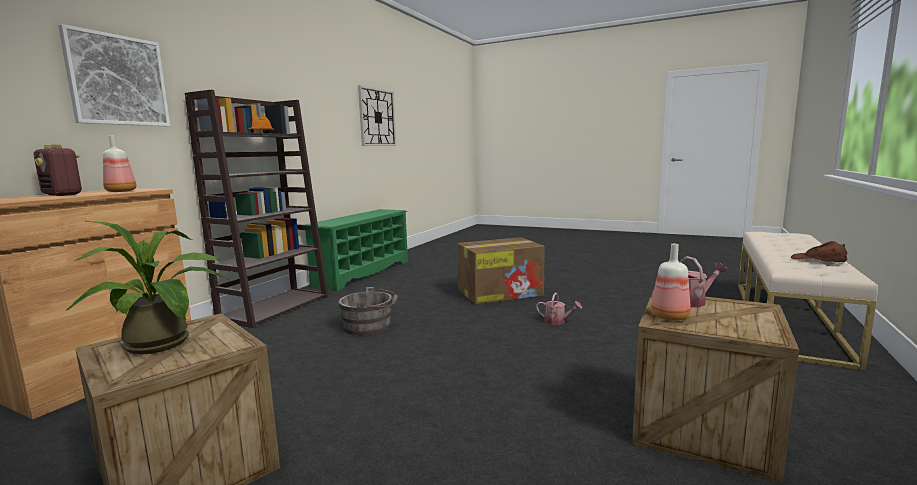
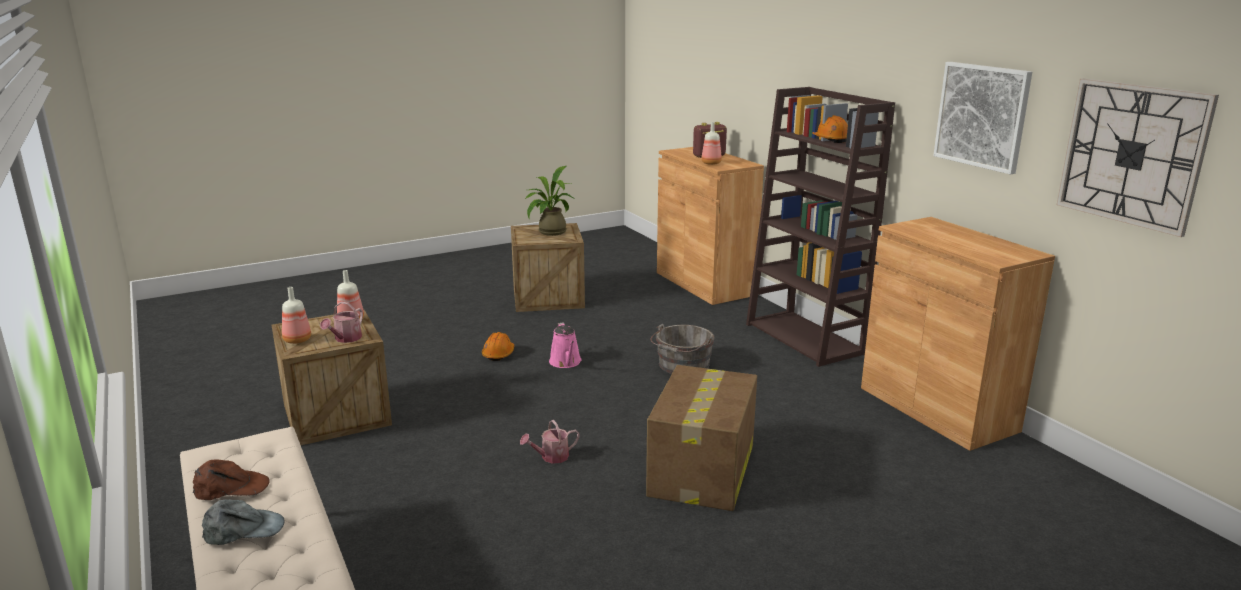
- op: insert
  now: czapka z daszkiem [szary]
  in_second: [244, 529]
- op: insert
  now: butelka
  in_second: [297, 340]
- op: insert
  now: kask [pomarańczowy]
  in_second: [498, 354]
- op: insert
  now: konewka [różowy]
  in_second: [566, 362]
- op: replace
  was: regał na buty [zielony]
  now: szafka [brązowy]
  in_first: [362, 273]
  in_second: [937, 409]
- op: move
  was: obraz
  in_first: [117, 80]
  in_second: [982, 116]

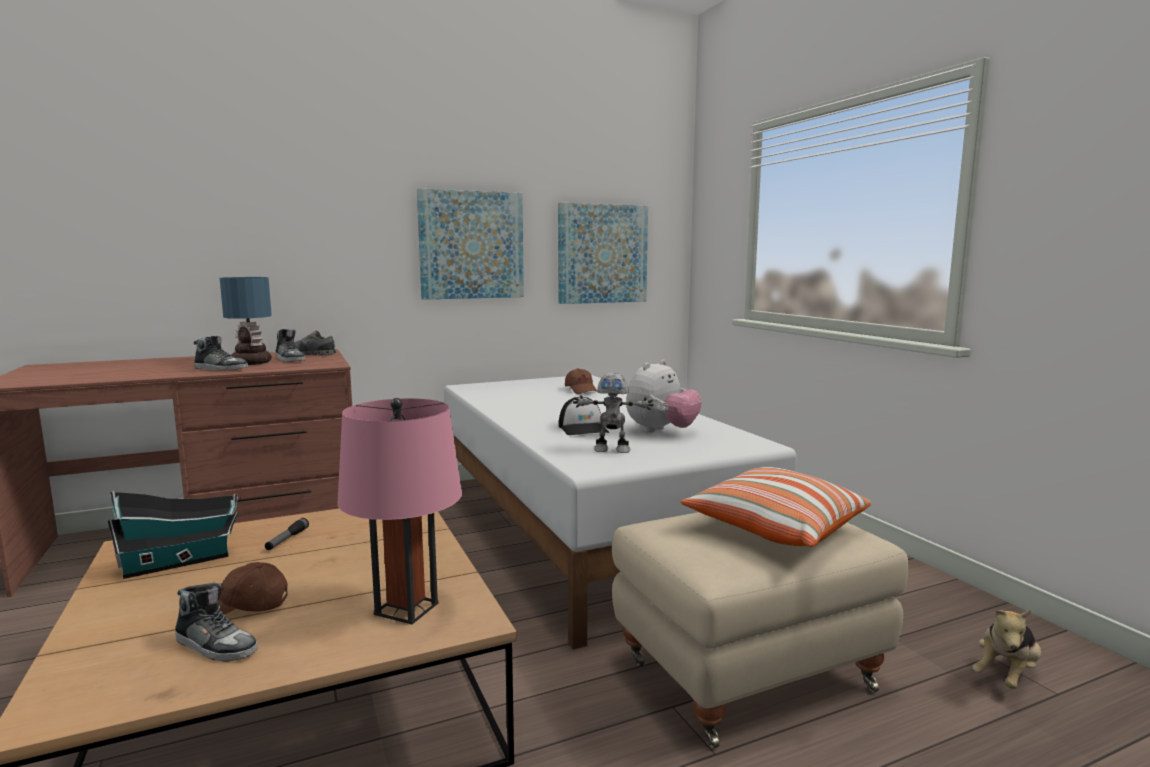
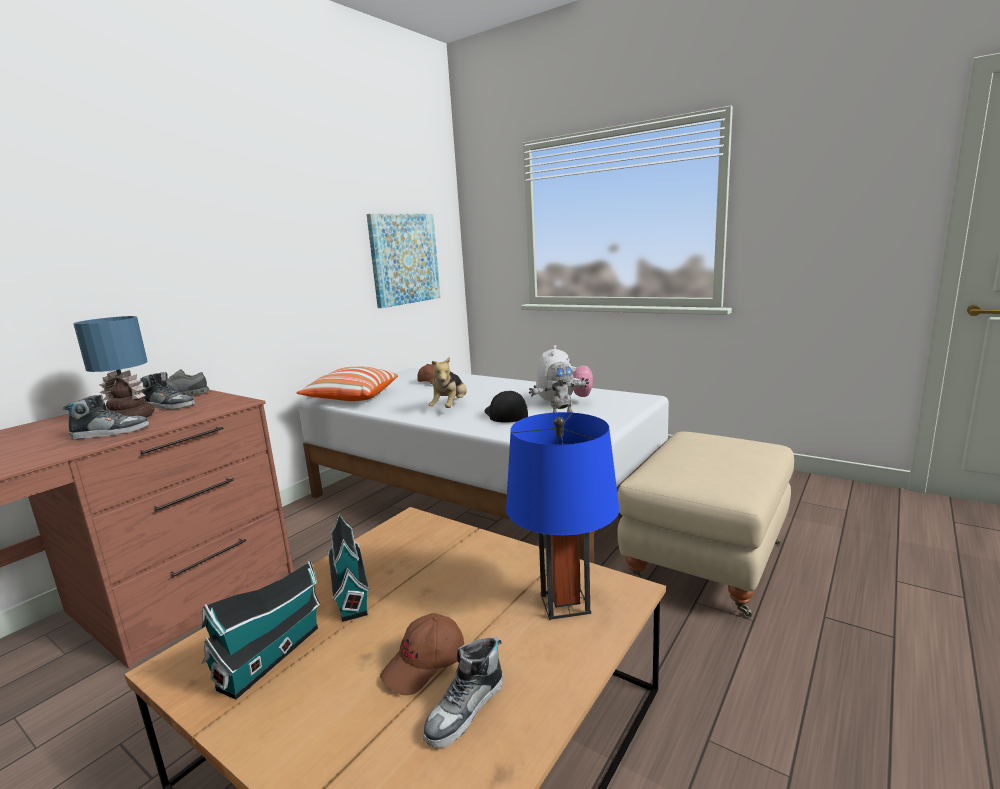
- op: move
  was: poduszka
  in_first: [774, 529]
  in_second: [351, 398]
- op: replace
  was: latarka
  now: domek
  in_first: [287, 540]
  in_second: [350, 590]
- op: rotate
  was: but
  in_first: [216, 645]
  in_second: [466, 709]
  clockwise: 135
- op: move
  was: pluszak
  in_first: [1006, 675]
  in_second: [450, 407]
- op: rotate
  was: czapka z daszkiem
  in_first: [583, 428]
  in_second: [505, 414]
  clockwise: -150
- op: recolor
  was: lampa stołowa [różowy]
  now: lampa stołowa [niebieski]
  in_first: [407, 608]
  in_second: [565, 603]
- op: delete
  was: obraz
  in_first: [471, 245]

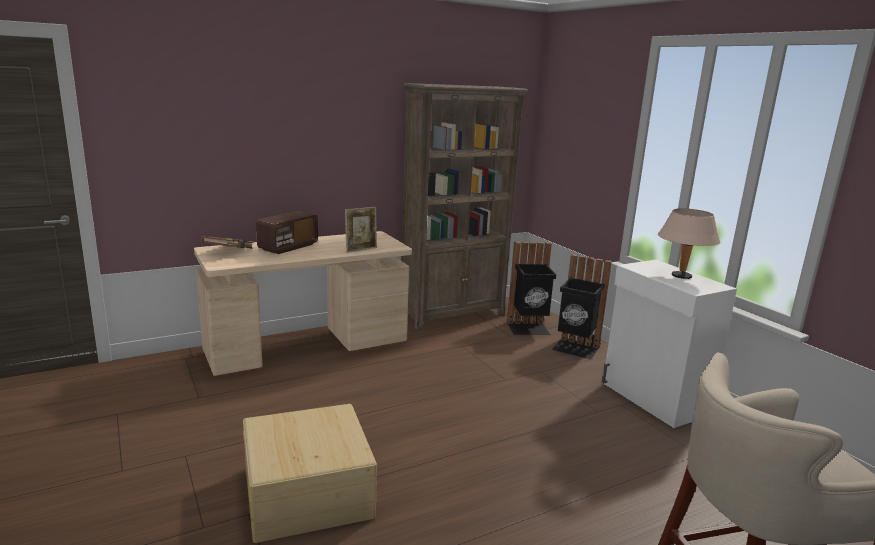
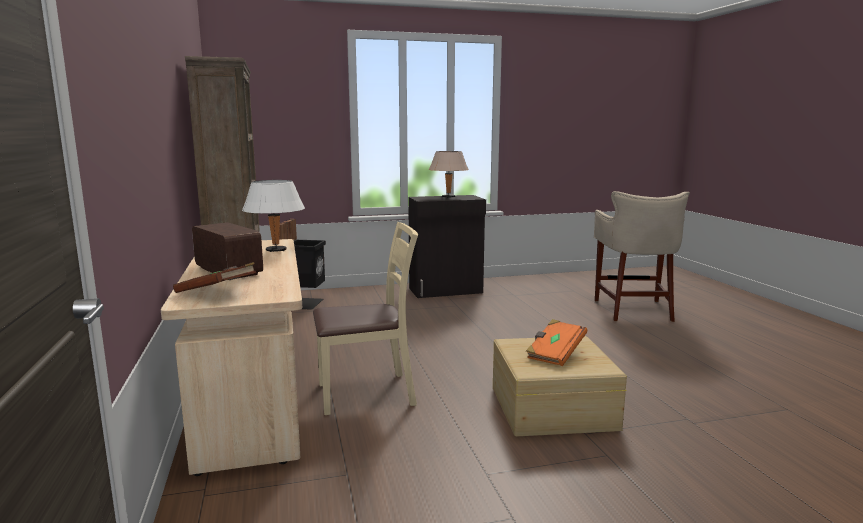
- op: replace
  was: ramka na zdjęcie
  now: lampa stołowa [biały]
  in_first: [361, 249]
  in_second: [276, 250]
- op: insert
  now: krzesło [beżowy]
  in_second: [367, 393]
- op: recolor
  was: szafka [biały]
  now: szafka [czarny]
  in_first: [653, 399]
  in_second: [446, 291]
- op: insert
  now: książka [pomarańczowy]
  in_second: [555, 354]
- op: delete
  was: kosz na śmieci [czarny]
  in_first: [575, 349]

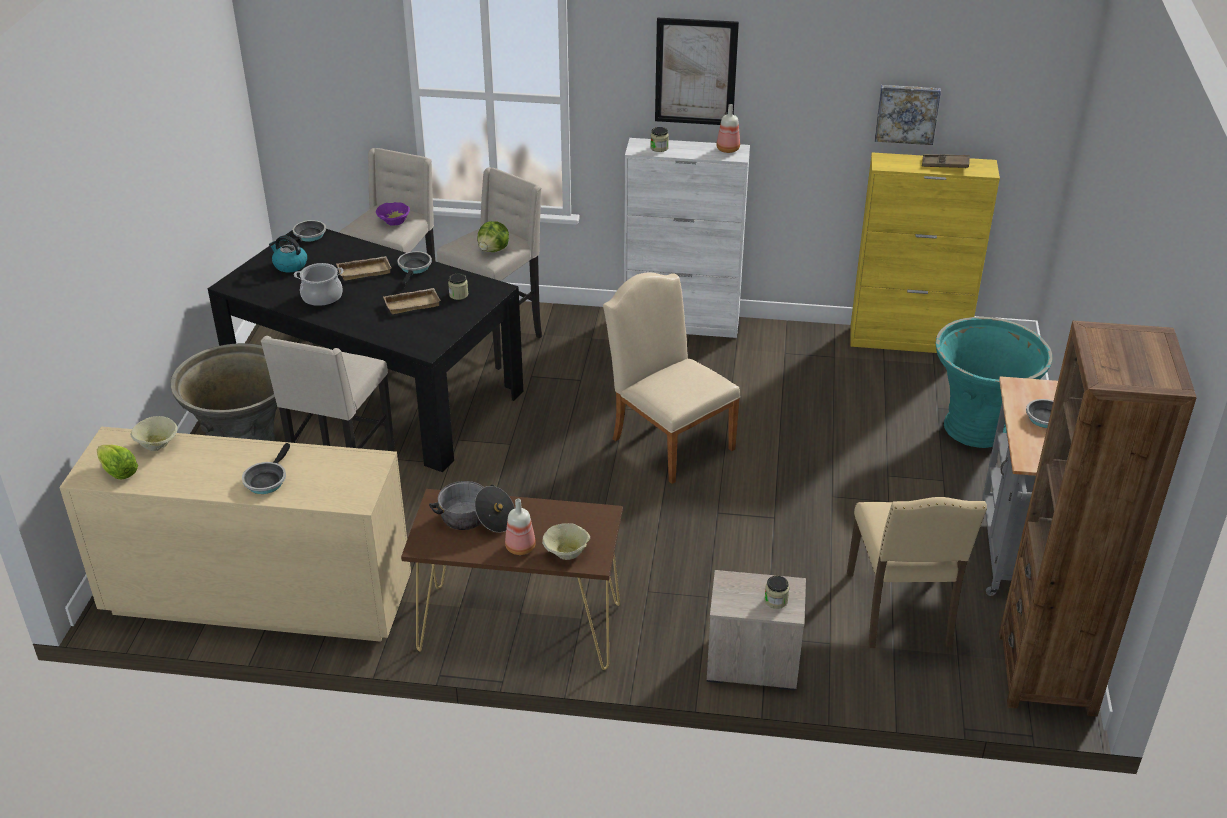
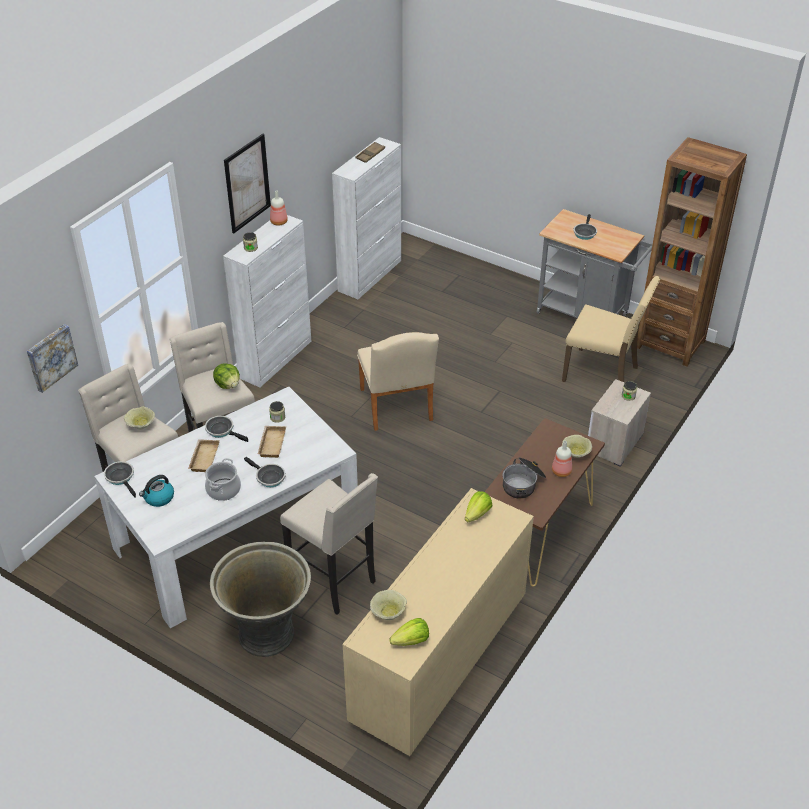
- op: move
  was: obraz
  in_first: [907, 113]
  in_second: [50, 357]
- op: recolor
  was: stół jadalny [czarny]
  now: stół jadalny [biały]
  in_first: [377, 392]
  in_second: [237, 537]
- op: recolor
  was: miska [fioletowy]
  now: miska [beżowy]
  in_first: [394, 222]
  in_second: [140, 425]
- op: move
  was: patelnia
  in_first: [266, 480]
  in_second: [268, 477]
- op: recolor
  was: szafka [żółty]
  now: szafka [biały]
  in_first: [908, 341]
  in_second: [370, 275]
- op: rotate
  was: krzesło [beżowy]
  in_first: [668, 439]
  in_second: [397, 408]
  clockwise: -90
- op: insert
  now: sałata
  in_second: [477, 514]
- op: delete
  was: donica [turkusowy]
  in_first: [977, 429]

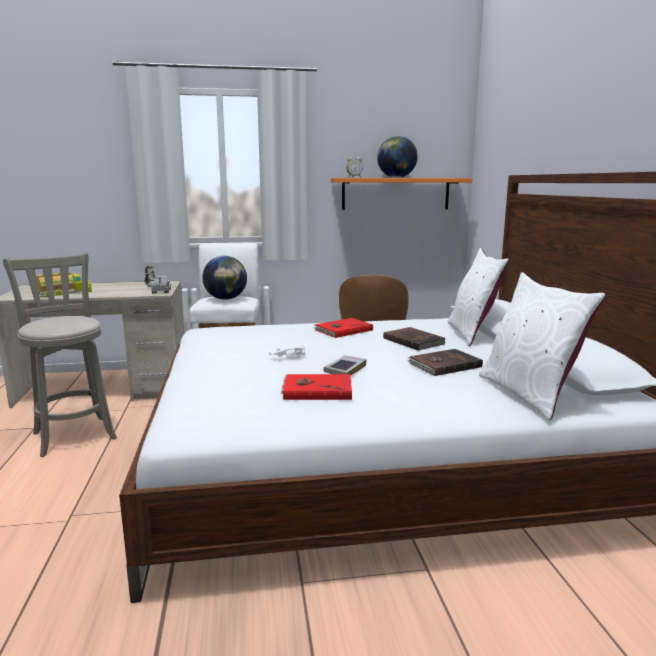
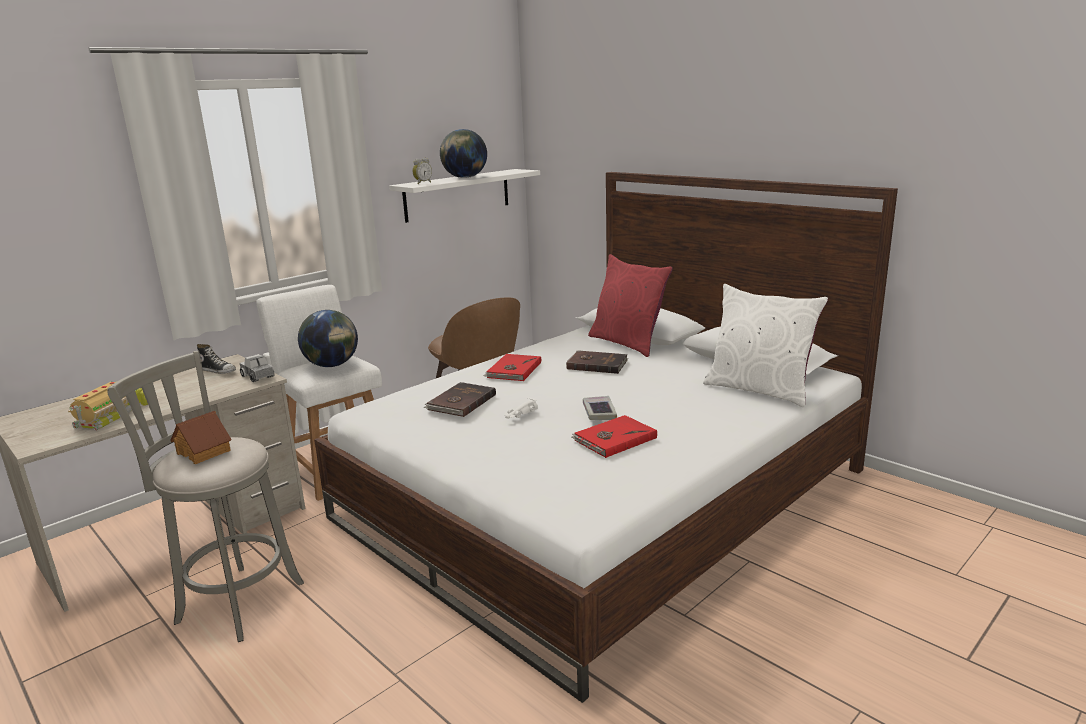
- op: insert
  now: domek
  in_second: [204, 451]
- op: recolor
  was: półka [pomarańczowy]
  now: półka [biały]
  in_first: [396, 194]
  in_second: [457, 195]
- op: move
  was: książka [brązowy]
  in_first: [444, 365]
  in_second: [460, 402]
- op: recolor
  was: poduszka [biały]
  now: poduszka [czerwony]
  in_first: [472, 334]
  in_second: [628, 343]

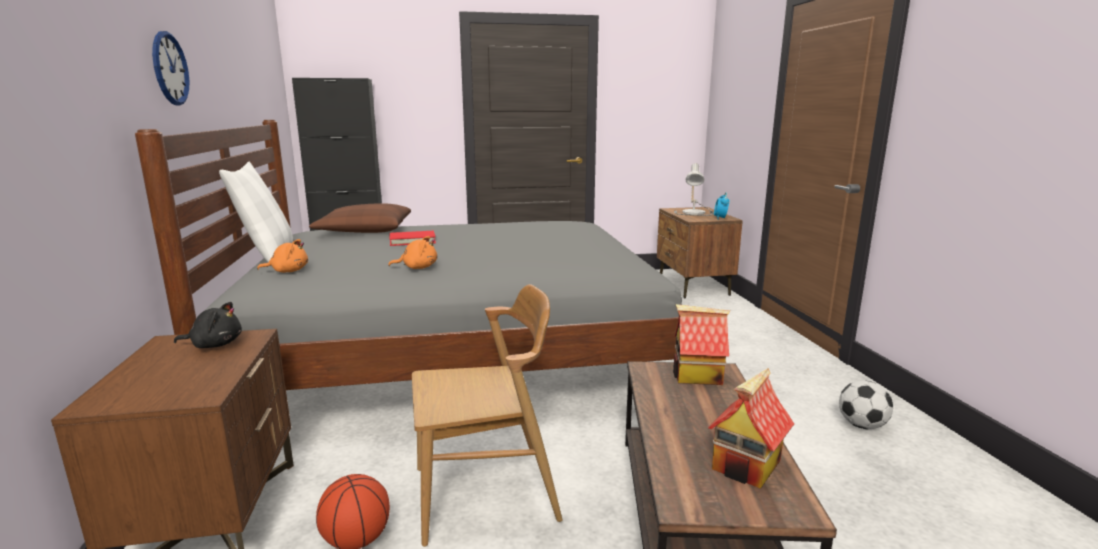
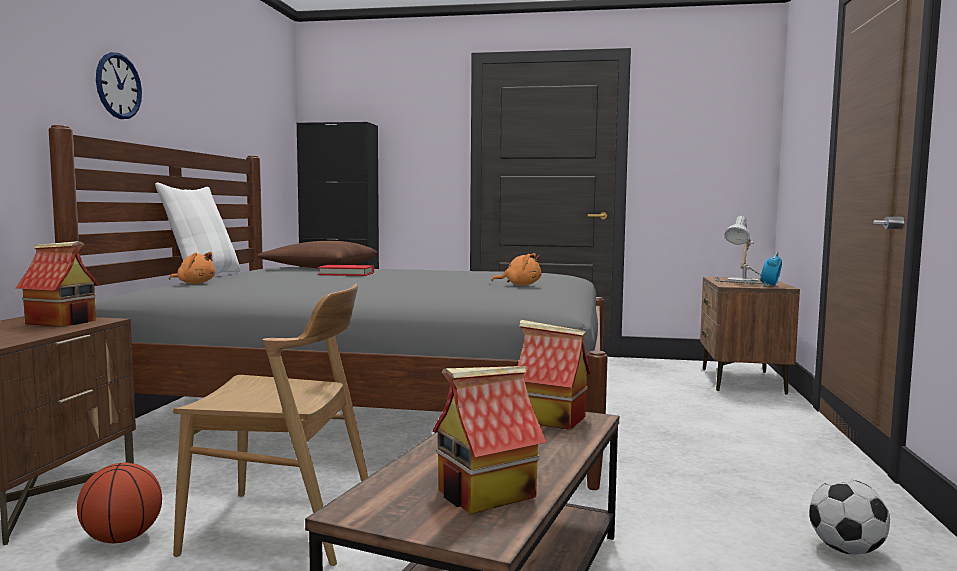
- op: replace
  was: pluszak [czarny]
  now: domek
  in_first: [215, 345]
  in_second: [62, 322]
- op: move
  was: pluszak [pomarańczowy]
  in_first: [417, 268]
  in_second: [520, 285]

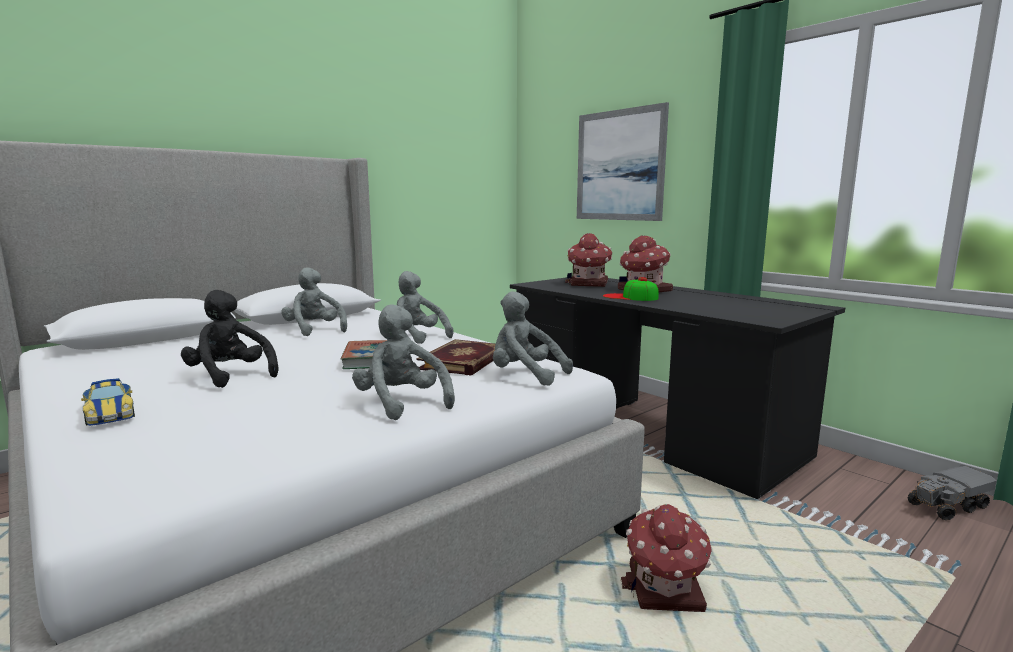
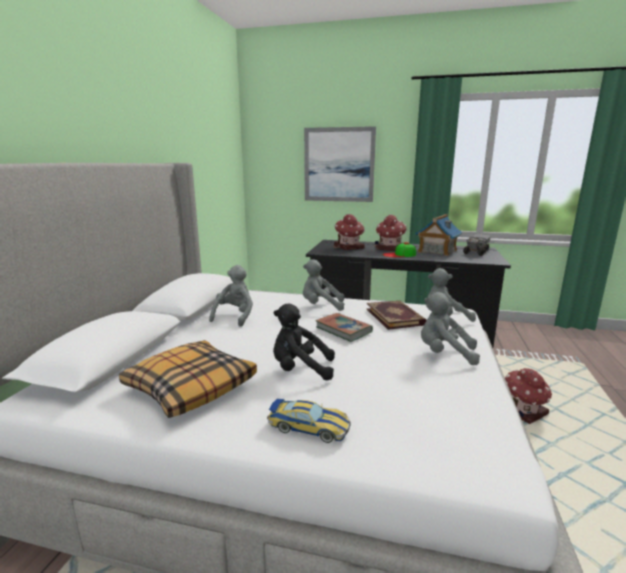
- op: insert
  now: poduszka
  in_second: [190, 387]
- op: rotate
  was: pluszak [szary]
  in_first: [314, 330]
  in_second: [235, 316]
  clockwise: 90
- op: insert
  now: domek
  in_second: [437, 251]
- op: move
  was: ciężarówka zabawkowa
  in_first: [947, 506]
  in_second: [476, 252]

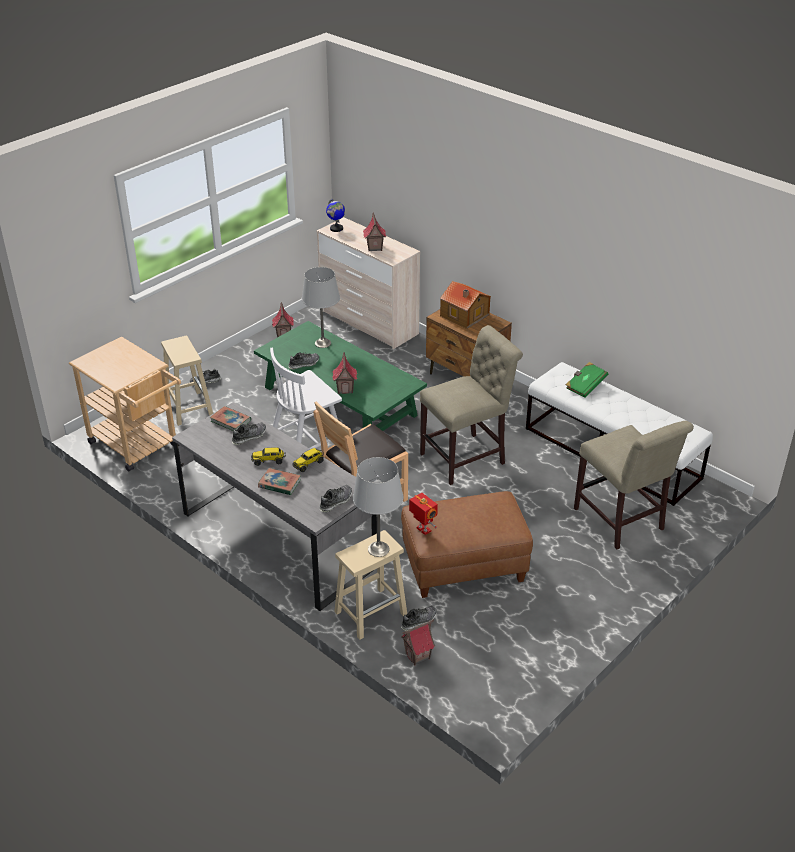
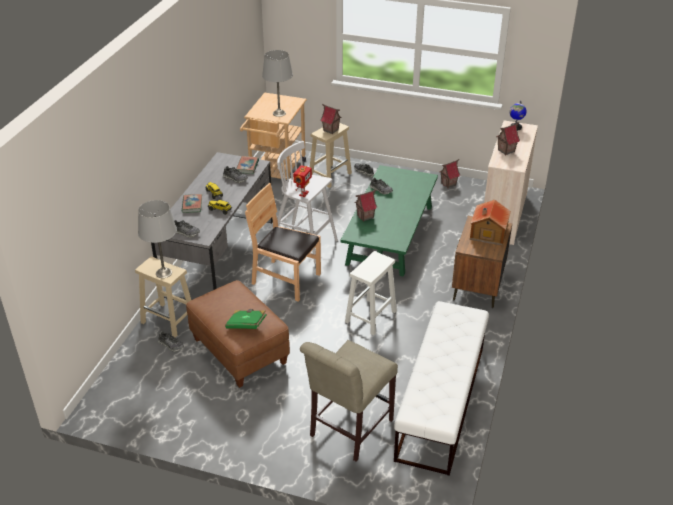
- op: move
  was: książka [zielony]
  in_first: [585, 386]
  in_second: [246, 325]
- op: move
  was: lampa stołowa [szary]
  in_first: [323, 343]
  in_second: [279, 113]
- op: move
  was: robot zabawkowy
  in_first: [423, 530]
  in_second: [303, 193]
- op: move
  was: domek
  in_first: [418, 656]
  in_second: [331, 130]
- op: replace
  was: krzesło [beżowy]
  now: stołek [biały]
  in_first: [467, 457]
  in_second: [370, 317]

